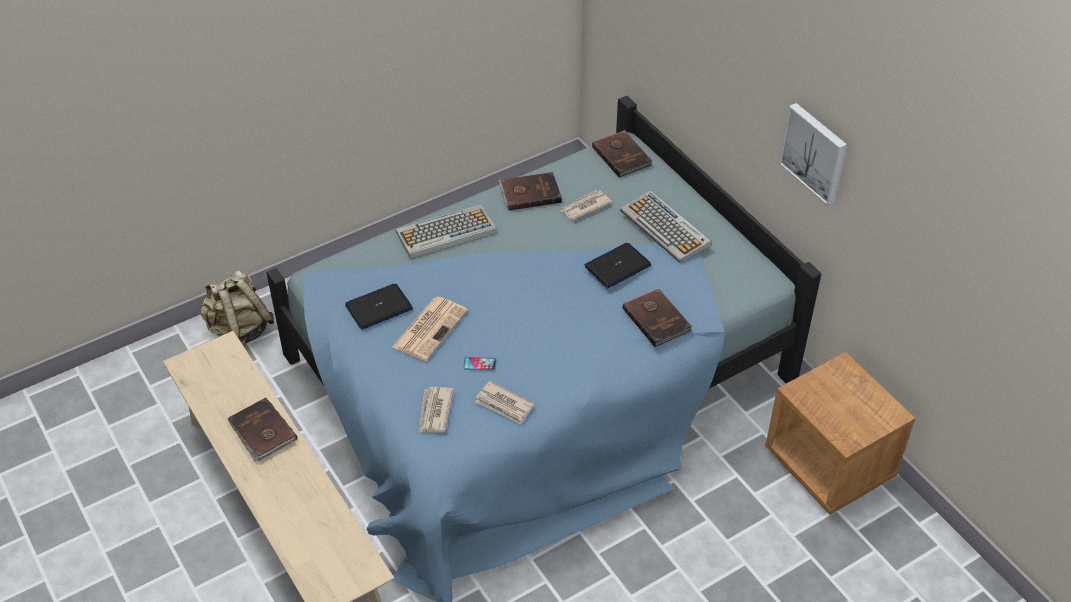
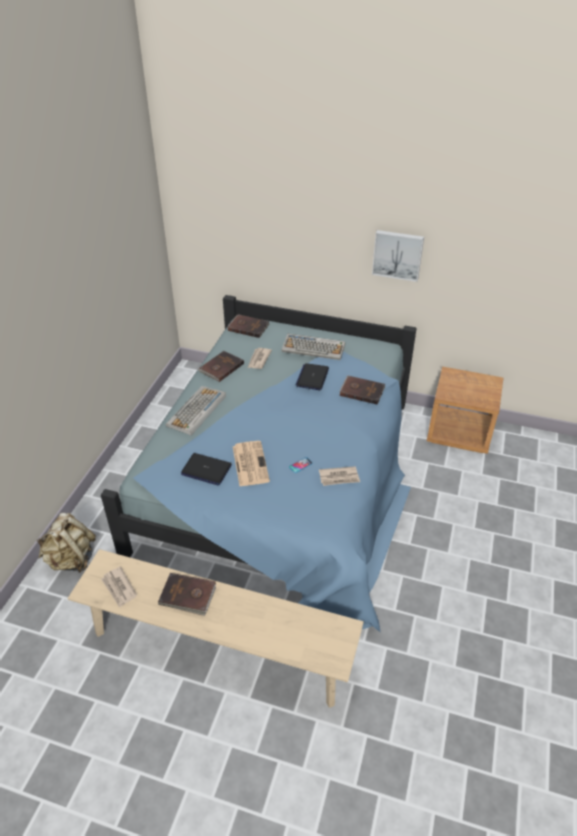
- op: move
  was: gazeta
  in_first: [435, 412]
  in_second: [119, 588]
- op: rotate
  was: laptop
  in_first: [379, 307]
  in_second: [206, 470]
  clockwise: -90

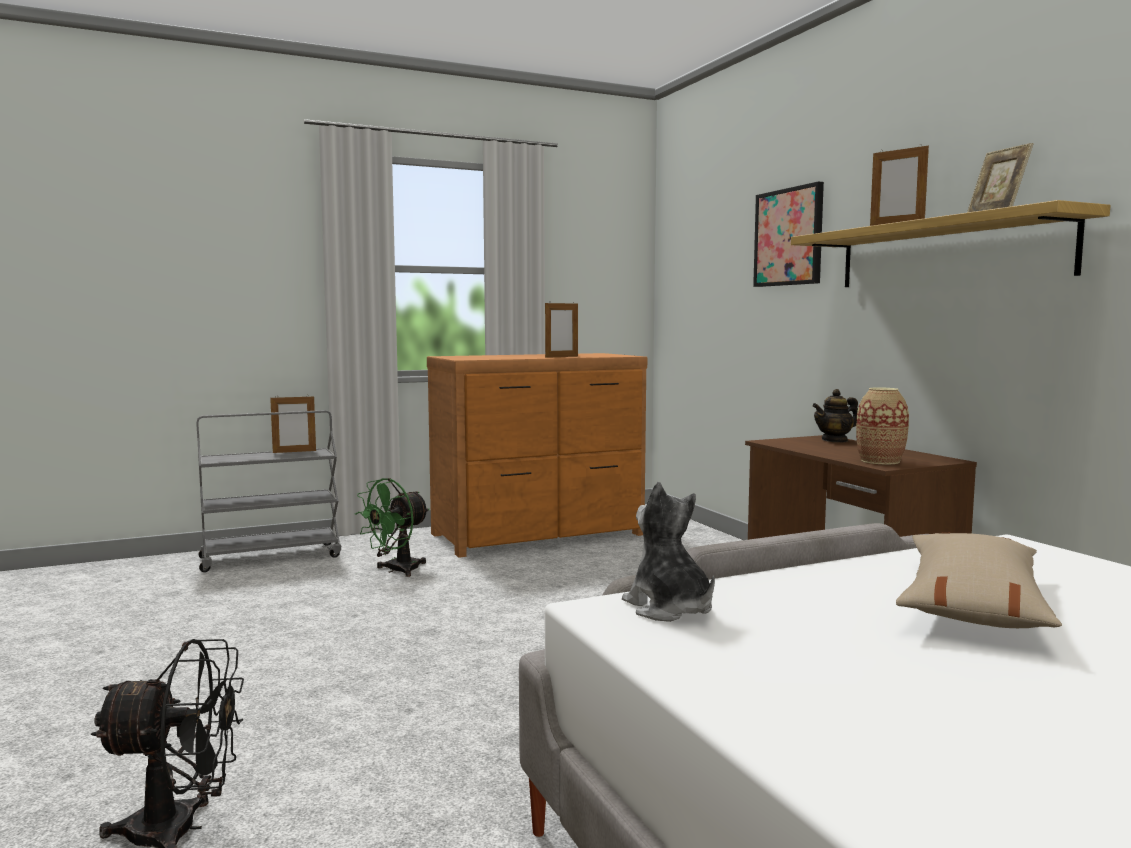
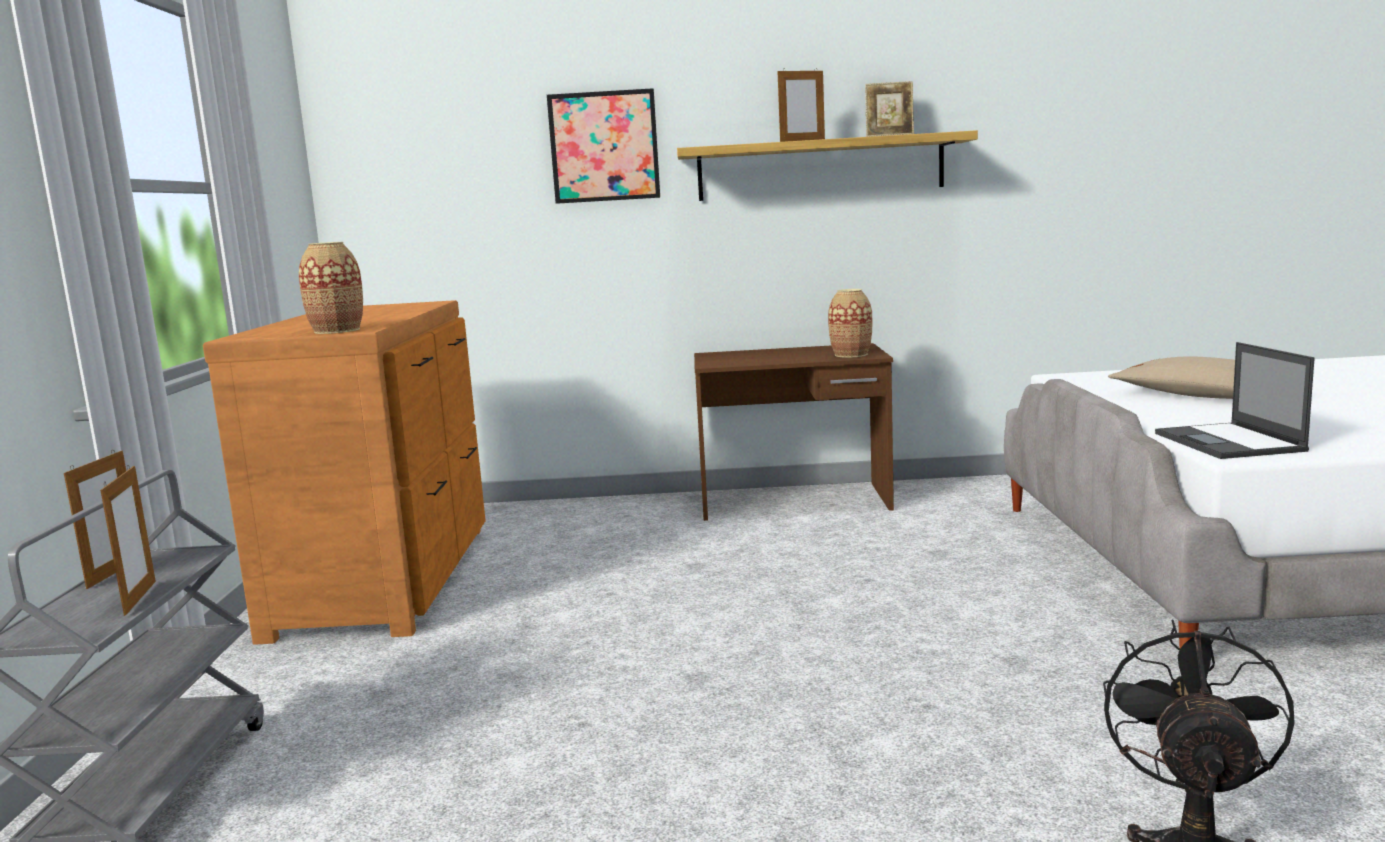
- op: move
  was: ramka na zdjęcie
  in_first: [561, 357]
  in_second: [140, 597]
- op: insert
  now: wazon
  in_second: [337, 330]
- op: replace
  was: pluszak
  now: laptop
  in_first: [669, 609]
  in_second: [1230, 442]
- op: delete
  was: wentylator [zielony]
  in_first: [396, 570]
- op: delete
  was: imbryk
  in_first: [835, 440]

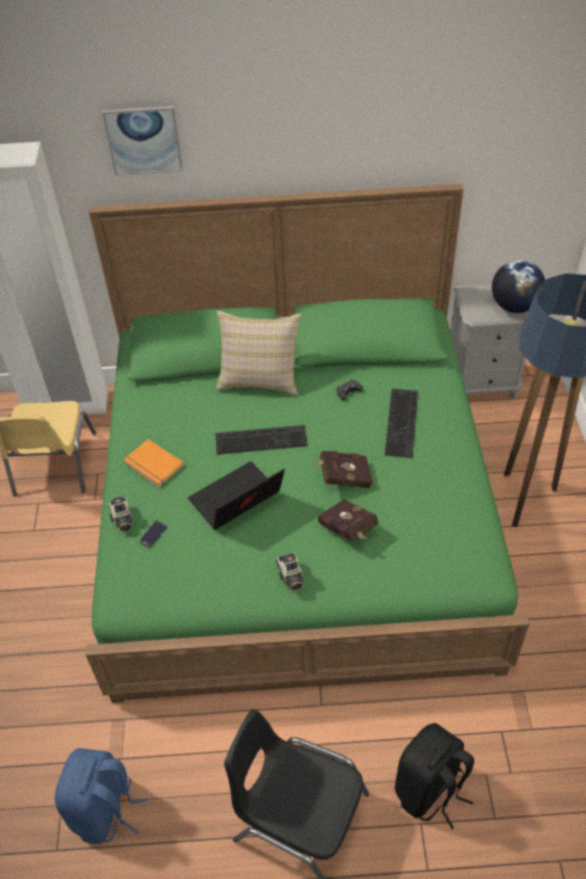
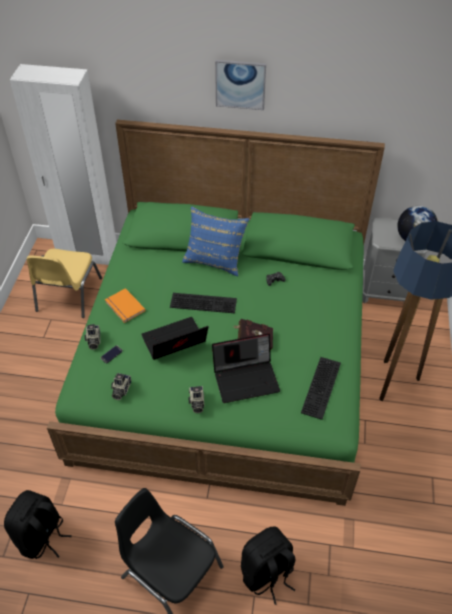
- op: recolor
  was: plecak [niebieski]
  now: plecak [czarny]
  in_first: [105, 810]
  in_second: [42, 537]
- op: insert
  now: aparat fotograficzny
  in_second: [120, 390]
- op: recolor
  was: poduszka [beżowy]
  now: poduszka [niebieski]
  in_first: [260, 377]
  in_second: [215, 259]
- op: replace
  was: książka [czerwony]
  now: laptop
  in_first: [348, 530]
  in_second: [246, 378]
- op: move
  was: obraz
  in_first: [143, 140]
  in_second: [240, 84]
- op: move
  was: klawiatura
  in_first: [403, 423]
  in_second: [322, 388]

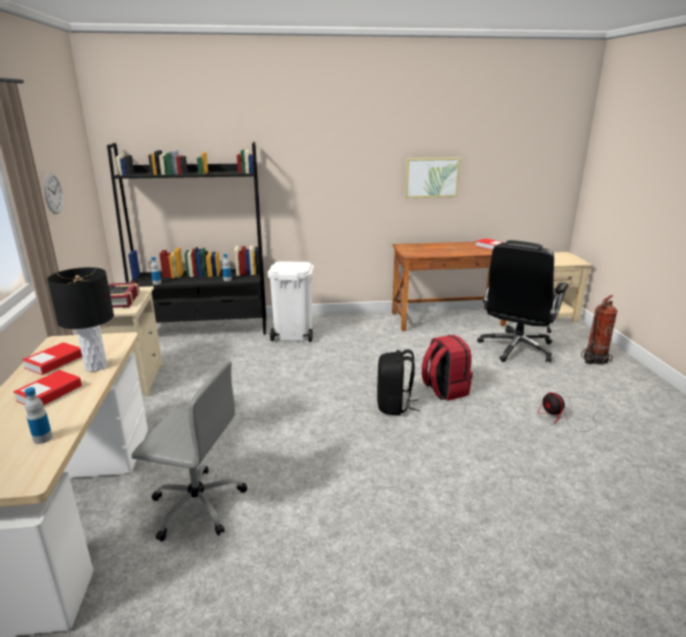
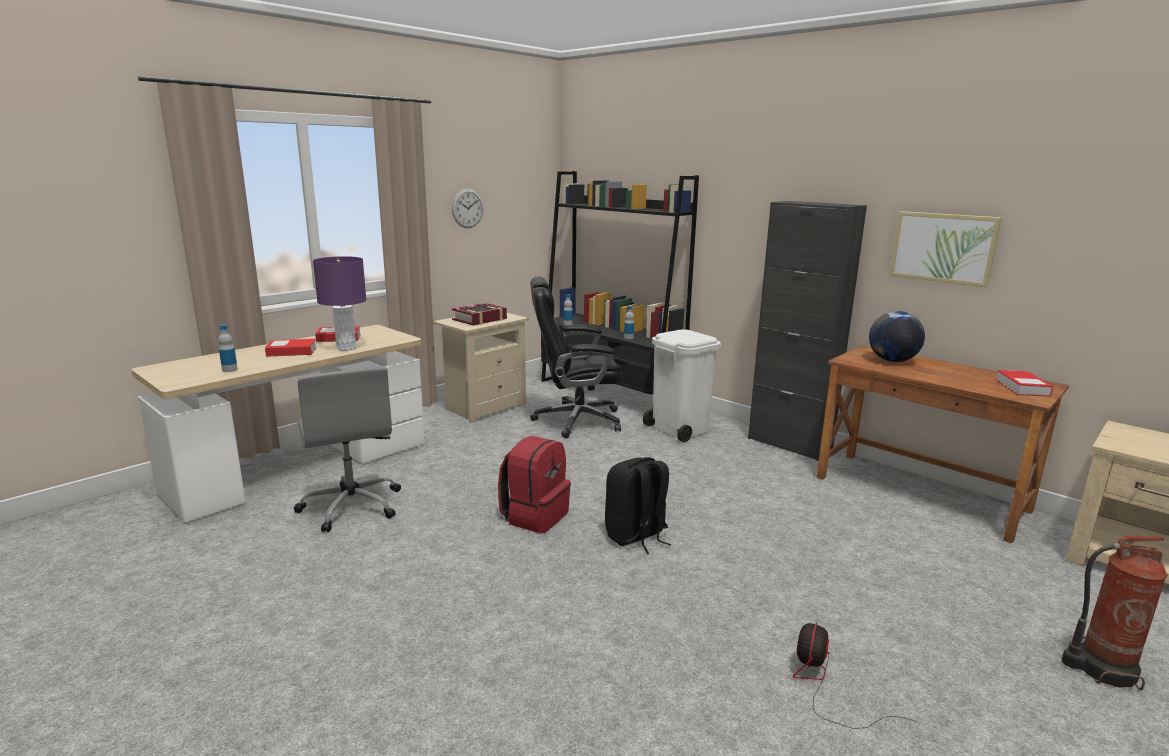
- op: recolor
  was: lampa stołowa [czarny]
  now: lampa stołowa [fioletowy]
  in_first: [96, 366]
  in_second: [346, 348]
- op: move
  was: plecak [czerwony]
  in_first: [444, 390]
  in_second: [534, 516]
- op: move
  was: krzesło biurowe [czarny]
  in_first: [516, 348]
  in_second: [576, 420]
- op: insert
  now: szafka [czarny]
  in_second: [789, 444]
- op: insert
  now: globus
  in_second: [892, 361]

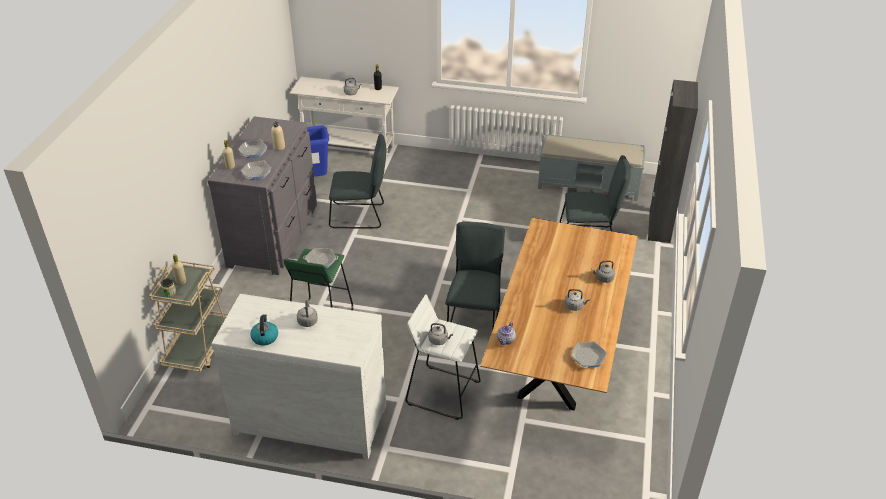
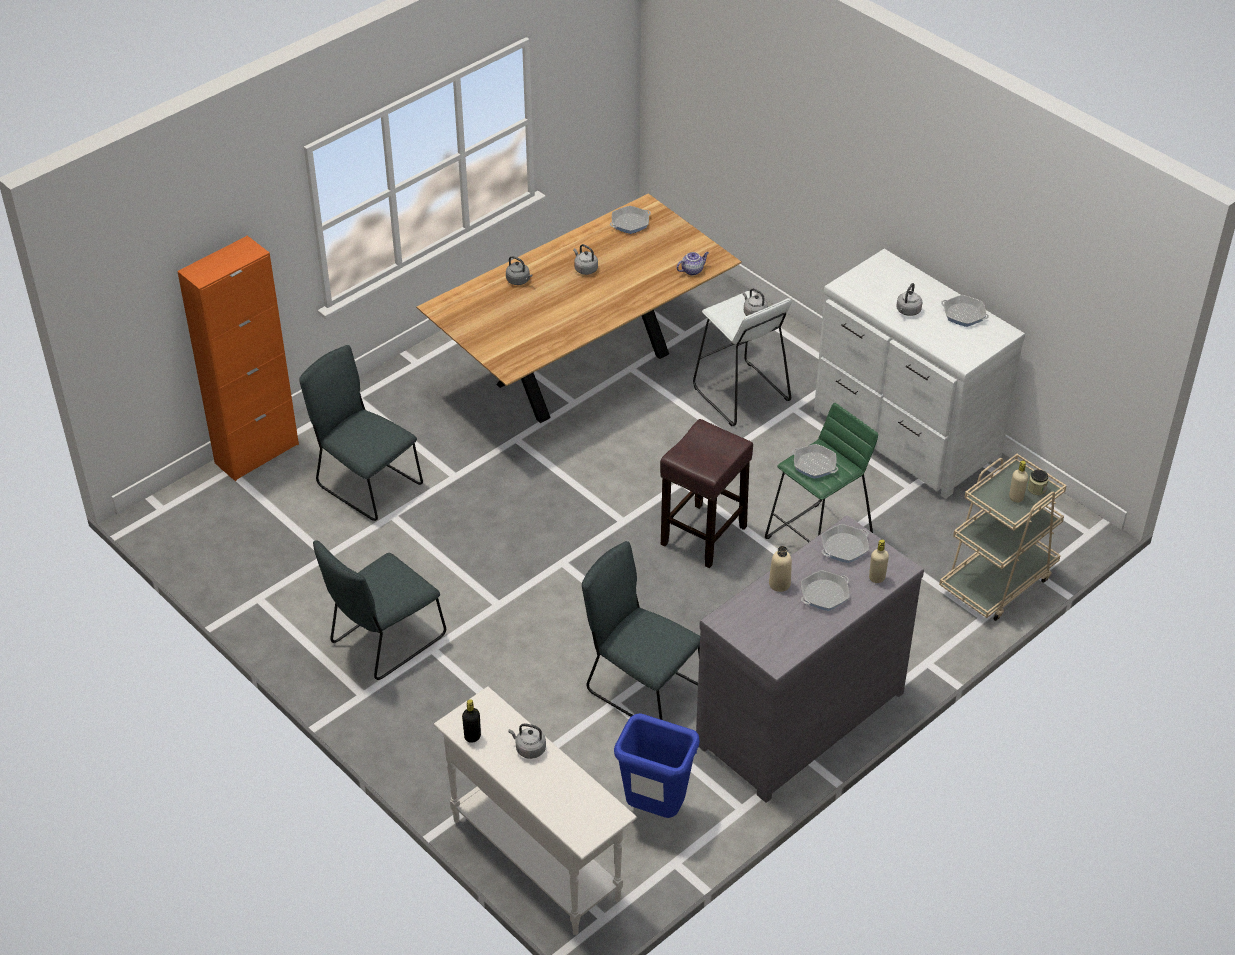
- op: recolor
  was: szafka [czarny]
  now: szafka [pomarańczowy]
  in_first: [659, 226]
  in_second: [257, 453]
- op: move
  was: krzesło [szary]
  in_first: [474, 317]
  in_second: [384, 642]
- op: insert
  now: stołek [brązowy]
  in_second: [703, 536]
- op: replace
  was: czajnik
  now: patelnia
  in_first: [265, 337]
  in_second: [964, 314]
- op: delete
  was: ławka [szary]
  in_first: [589, 185]

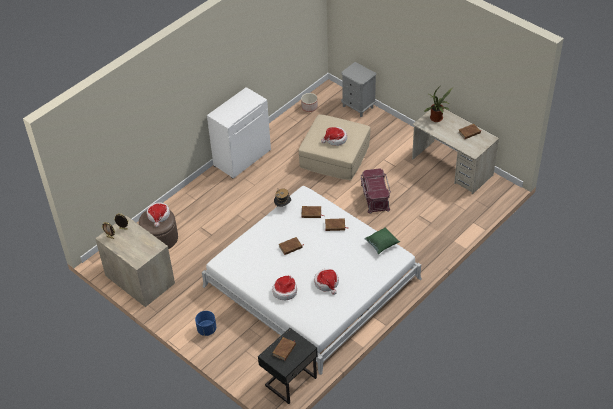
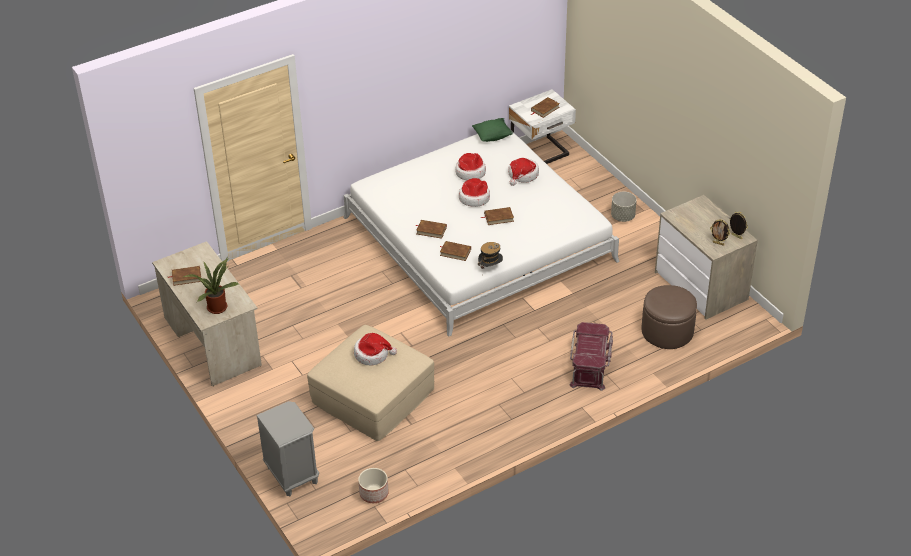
- op: move
  was: kapelusz
  in_first: [158, 216]
  in_second: [474, 198]
- op: move
  was: poduszka [zielony]
  in_first: [381, 245]
  in_second: [493, 136]
- op: recolor
  was: szafka nocna [czarny]
  now: szafka nocna [biały]
  in_first: [289, 381]
  in_second: [541, 154]
- op: move
  was: pojemnik do przechowywania [czerwony]
  in_first: [374, 197]
  in_second: [590, 366]
- op: recolor
  was: donica [niebieski]
  now: donica [szary]
  in_first: [206, 329]
  in_second: [623, 216]
- op: delete
  was: szafka [biały]
  in_first: [242, 157]

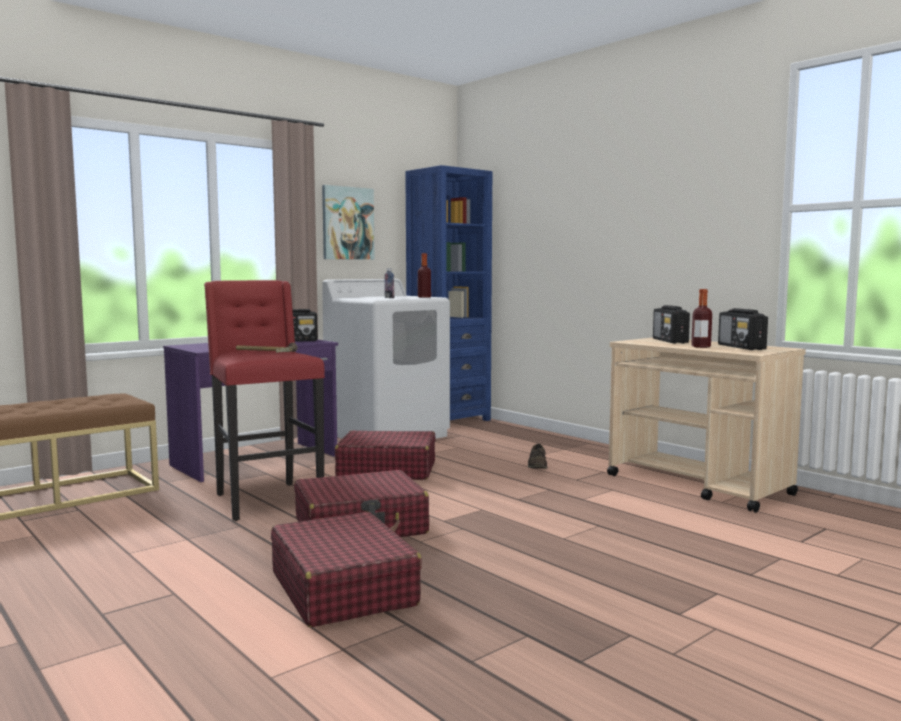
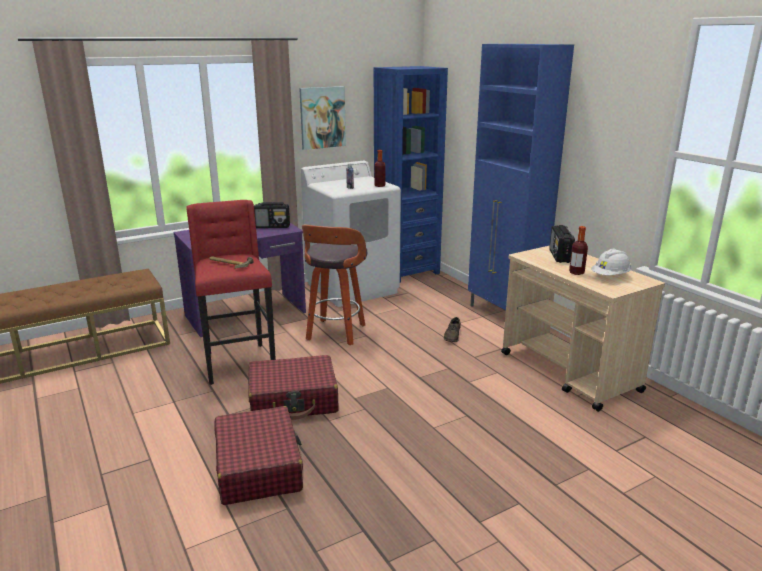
- op: replace
  was: walizka [czerwony]
  now: stołek
  in_first: [386, 470]
  in_second: [335, 333]
- op: insert
  now: szafka [niebieski]
  in_second: [504, 315]
- op: replace
  was: radio
  now: kask [biały]
  in_first: [741, 347]
  in_second: [610, 276]

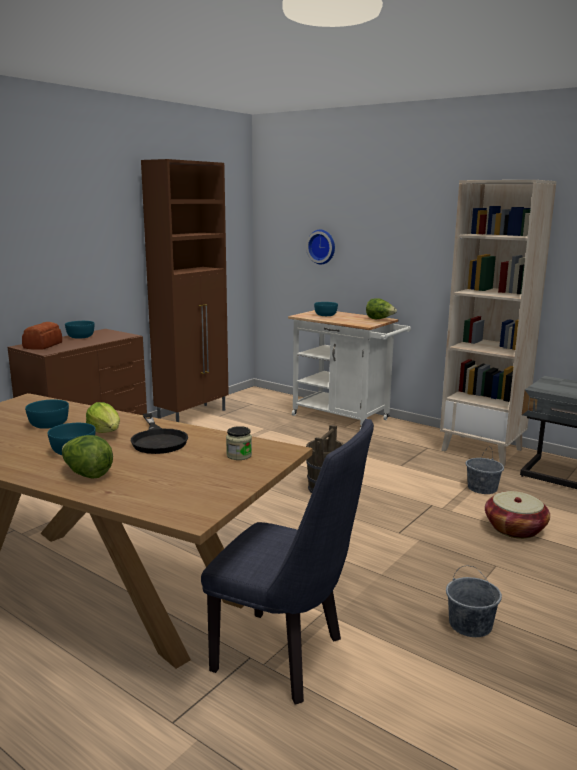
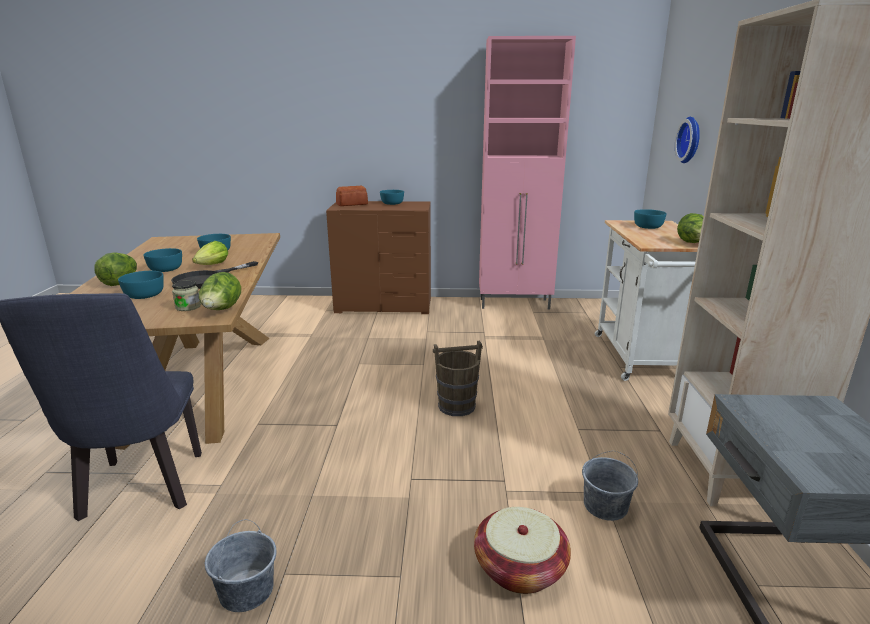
- op: insert
  now: miska [turkusowy]
  in_second: [145, 295]
- op: insert
  now: sałata
  in_second: [221, 310]
- op: recolor
  was: szafka [brązowy]
  now: szafka [różowy]
  in_first: [193, 415]
  in_second: [515, 304]

